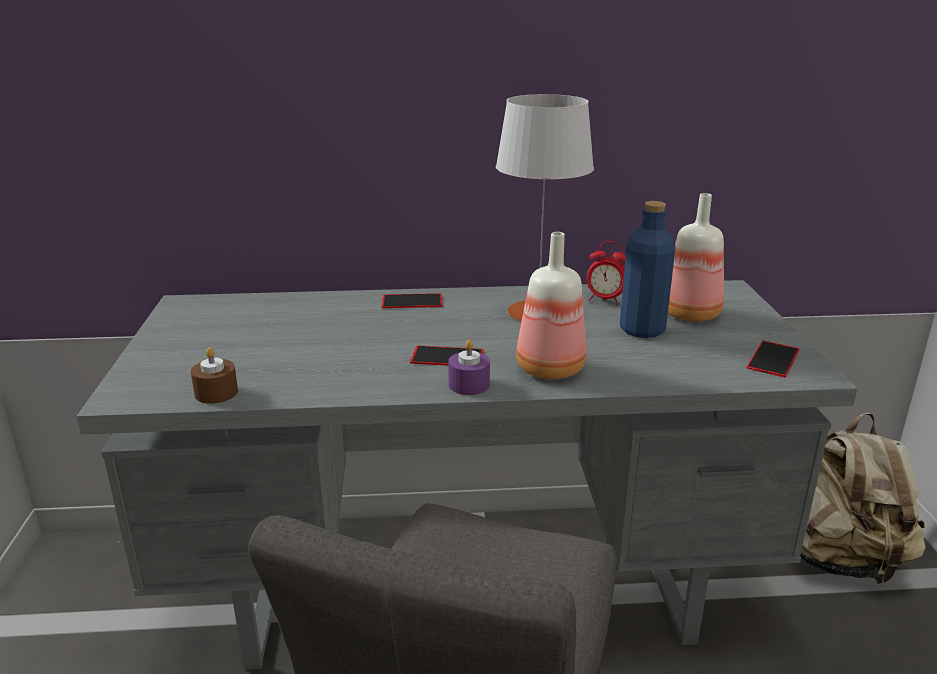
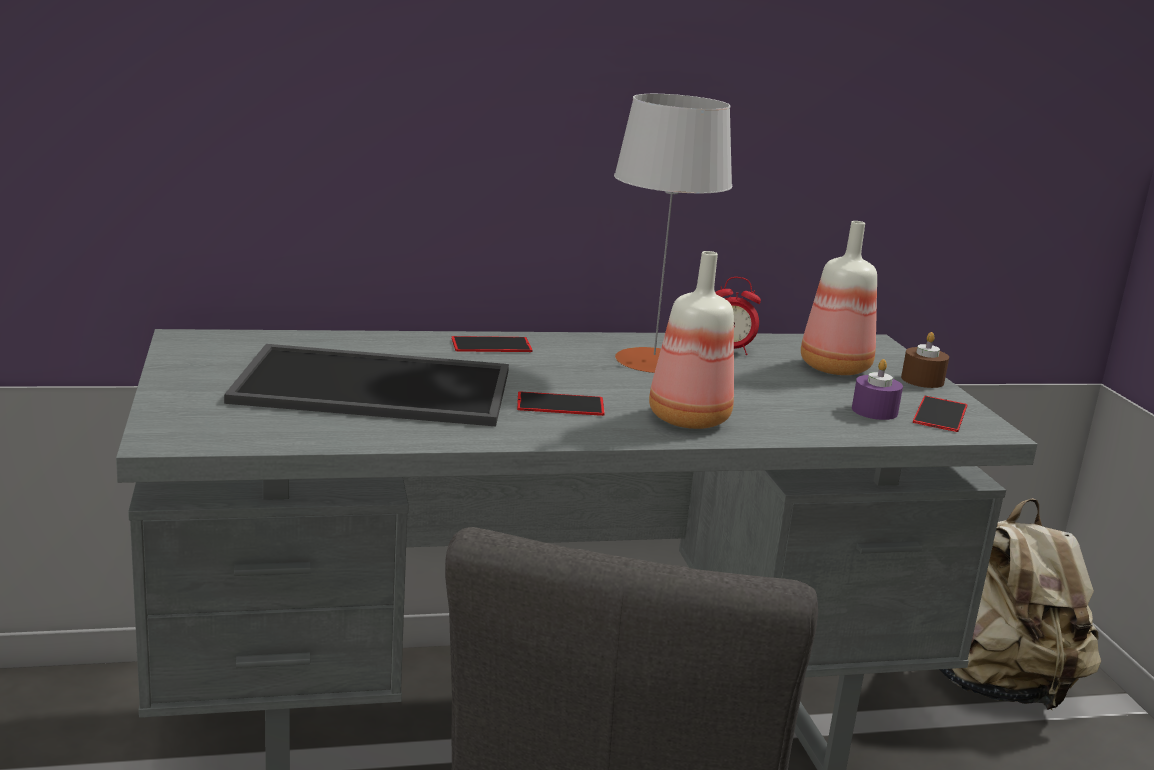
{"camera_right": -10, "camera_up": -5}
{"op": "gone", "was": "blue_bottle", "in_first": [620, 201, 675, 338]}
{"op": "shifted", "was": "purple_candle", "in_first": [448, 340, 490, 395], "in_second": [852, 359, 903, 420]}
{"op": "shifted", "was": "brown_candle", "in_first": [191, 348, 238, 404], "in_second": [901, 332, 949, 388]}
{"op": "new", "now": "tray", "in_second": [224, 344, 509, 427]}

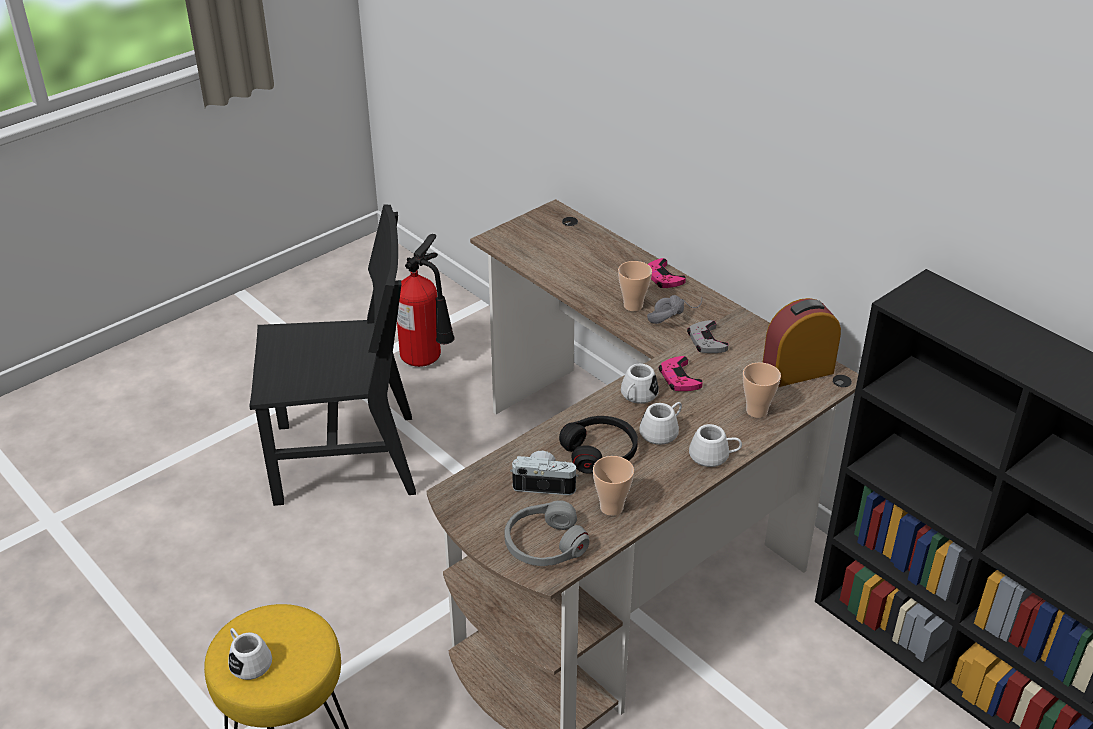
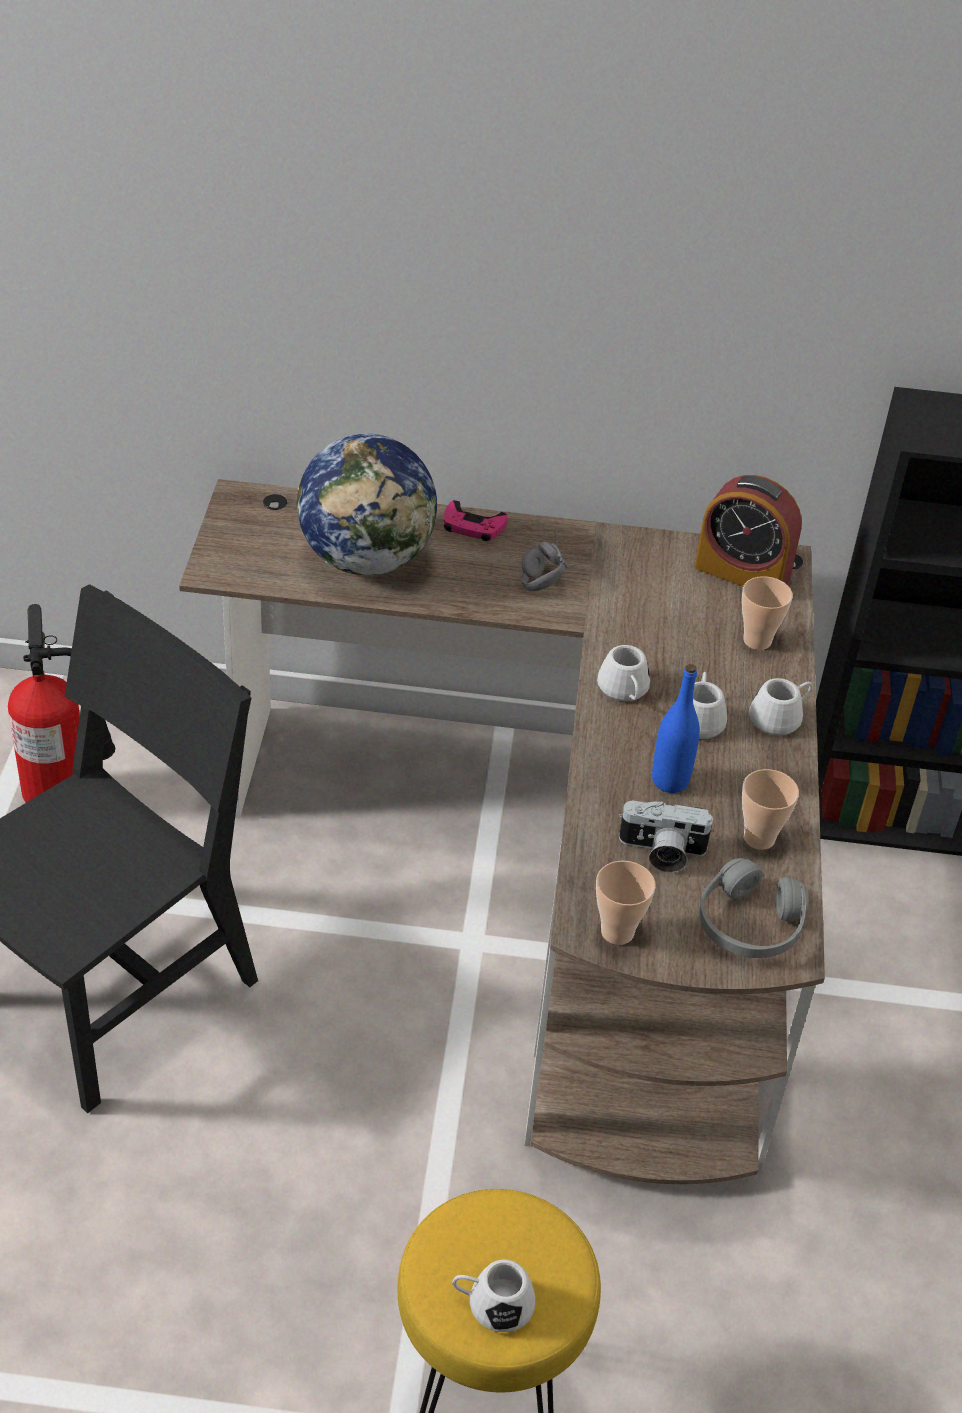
{"camera_right": -45, "camera_up": 5}
{"op": "shifted", "was": "cup", "in_first": [618, 261, 652, 311], "in_second": [596, 860, 656, 945]}
{"op": "rotated", "was": "alarm_clock", "in_first": [763, 298, 841, 387], "in_second": [695, 475, 802, 586], "clockwise": -90}
{"op": "gone", "was": "grey_game_controller", "in_first": [687, 320, 728, 353]}
{"op": "gone", "was": "pink_game_controller", "in_first": [659, 356, 703, 391]}
{"op": "swapped", "was": "black_headphones", "now": "blue_bottle", "in_first": [559, 416, 638, 474], "in_second": [652, 664, 700, 793]}
{"op": "rotated", "was": "photo_camera", "in_first": [510, 451, 579, 495], "in_second": [619, 800, 714, 872], "clockwise": -135}
{"op": "new", "now": "globe", "in_second": [297, 433, 437, 576]}

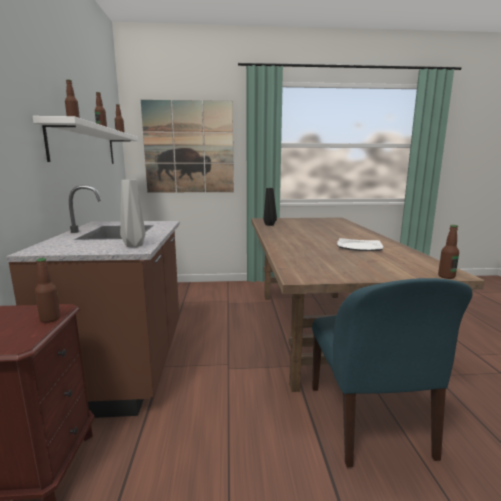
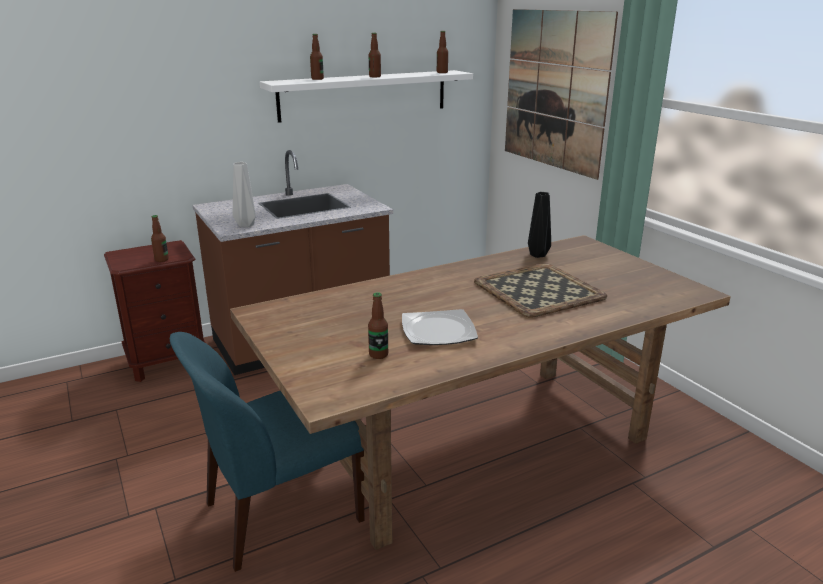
{"camera_right": 65, "camera_up": 10}
{"op": "shifted", "was": "bottle", "in_first": [438, 225, 459, 279], "in_second": [368, 292, 388, 359]}
{"op": "new", "now": "tray", "in_second": [474, 264, 607, 318]}

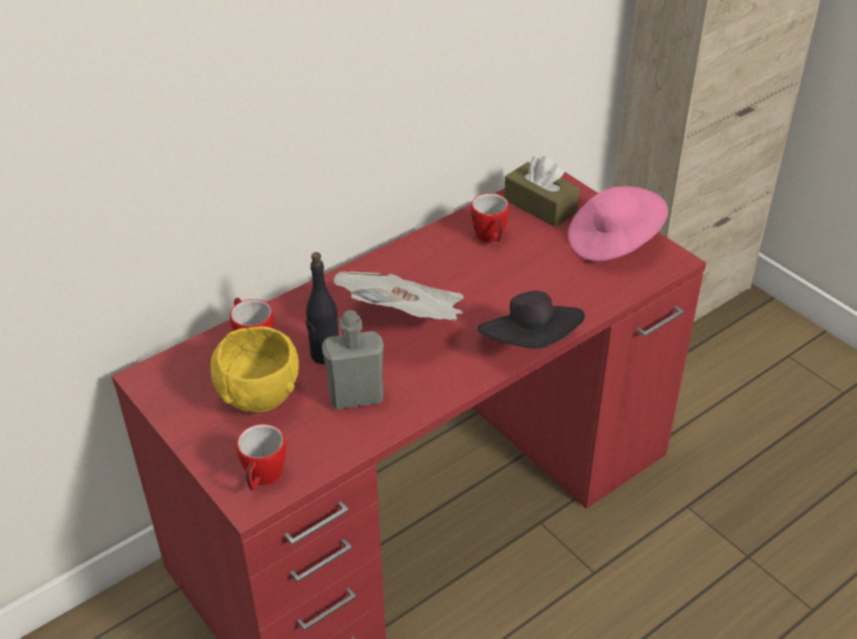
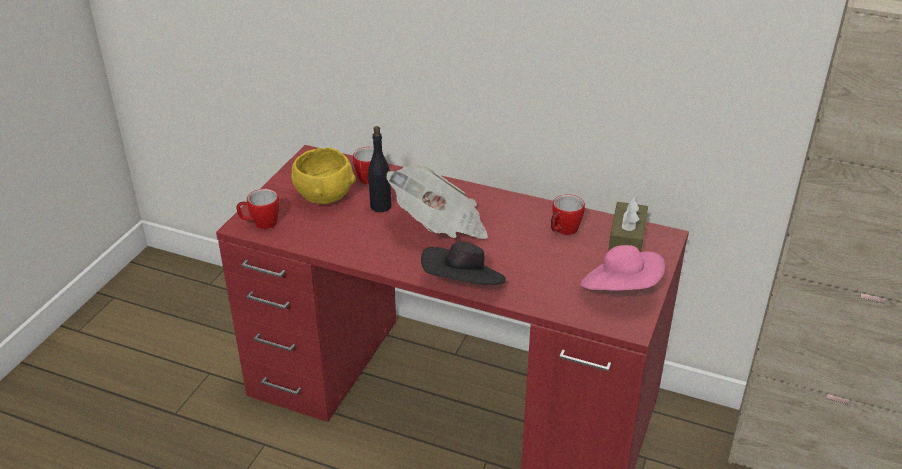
{"camera_right": 60, "camera_up": -5}
{"op": "gone", "was": "grey_bottle", "in_first": [322, 310, 384, 409]}

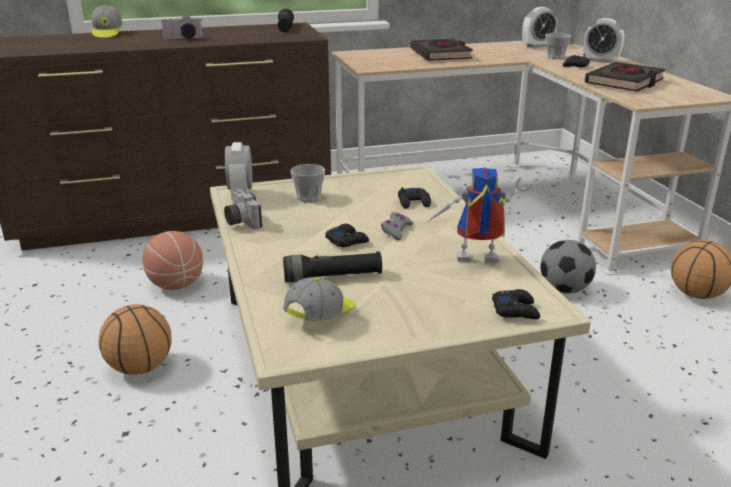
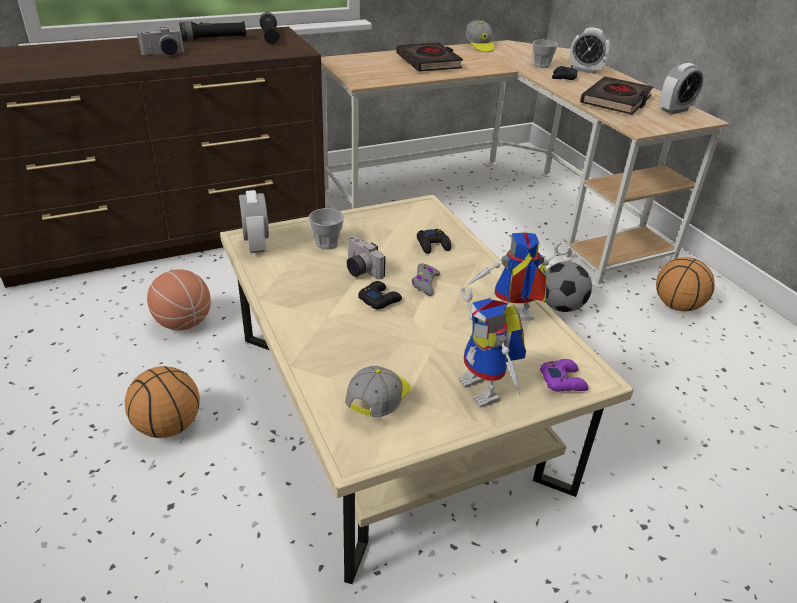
{"camera_right": -10, "camera_up": 10}
{"op": "shifted", "was": "cap", "in_first": [91, 5, 122, 38], "in_second": [465, 20, 495, 52]}
{"op": "shifted", "was": "alarm_clock", "in_first": [522, 7, 557, 48], "in_second": [659, 63, 703, 114]}
{"op": "shifted", "was": "photo_camera", "in_first": [224, 188, 262, 229], "in_second": [347, 235, 386, 279]}
{"op": "shifted", "was": "black_flashlight", "in_first": [283, 251, 382, 283], "in_second": [179, 21, 246, 41]}
{"op": "repainted", "was": "black_game_controller", "now": "purple_game_controller", "in_first": [492, 289, 540, 319], "in_second": [540, 359, 589, 391]}
{"op": "new", "now": "toy_robot", "in_second": [458, 286, 526, 408]}

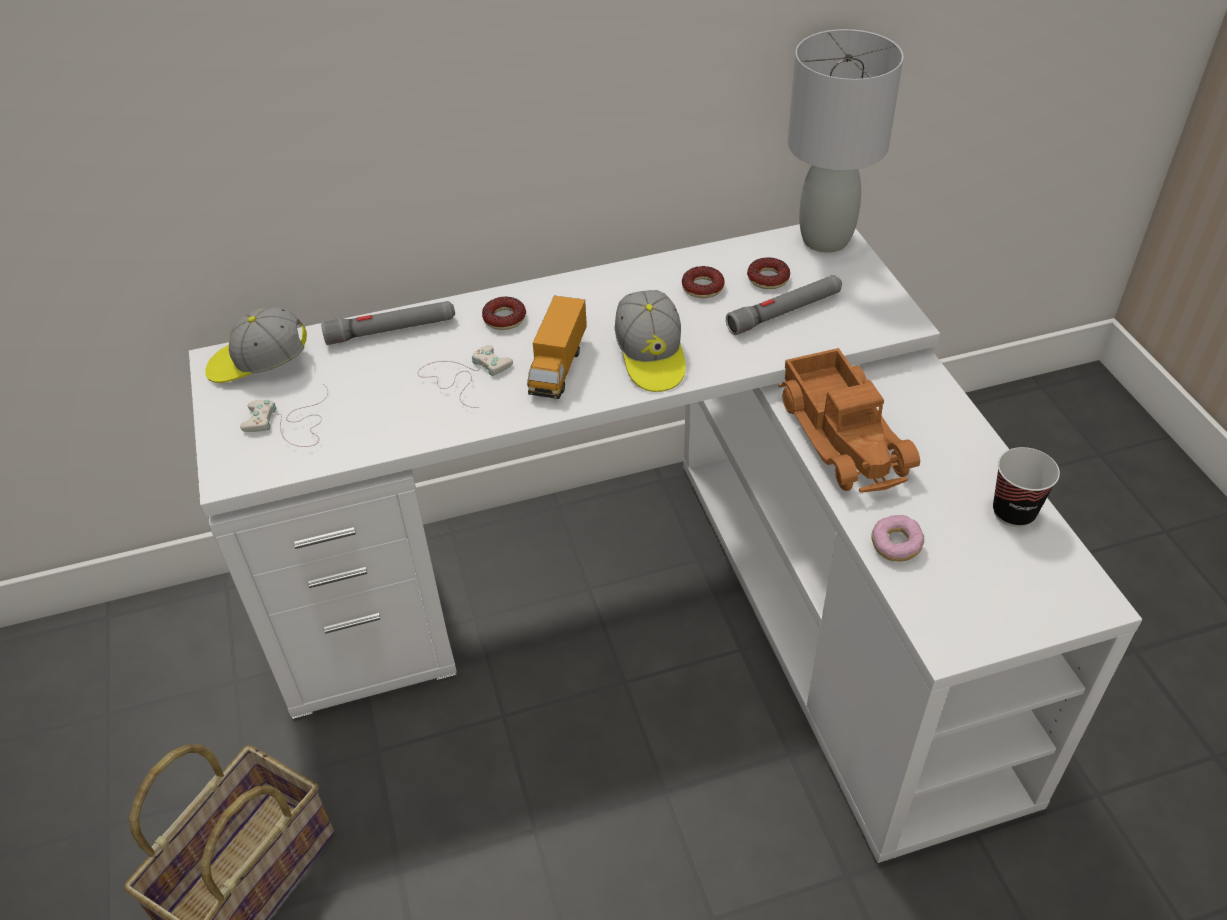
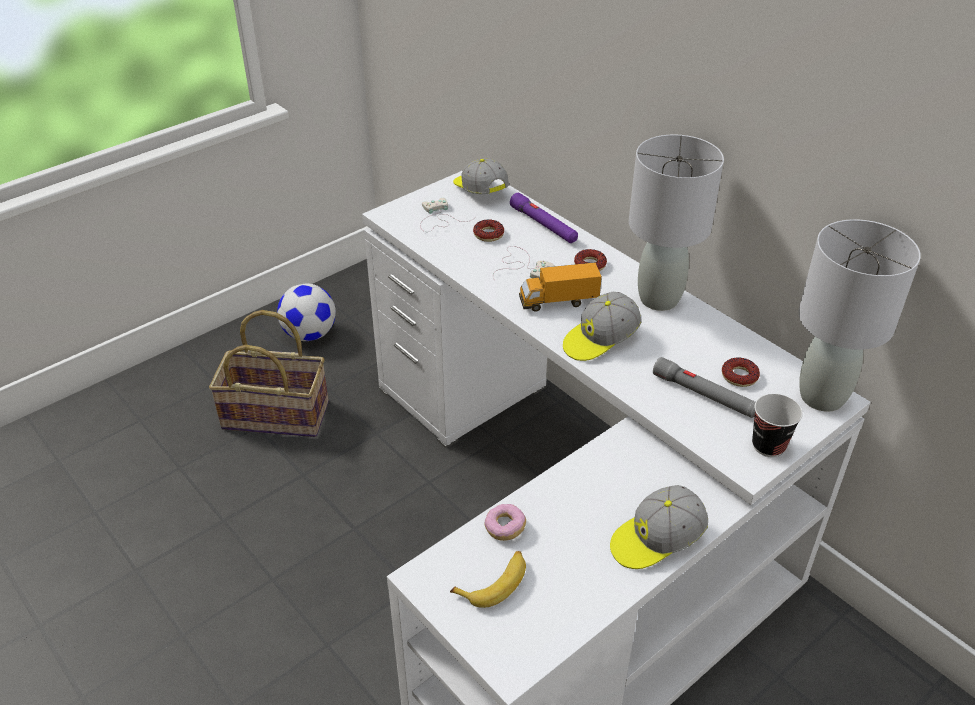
{"camera_right": 65, "camera_up": -5}
{"op": "shifted", "was": "donut", "in_first": [682, 266, 725, 298], "in_second": [473, 219, 504, 242]}
{"op": "repainted", "was": "grey_flashlight", "now": "purple_flashlight", "in_first": [321, 301, 455, 345], "in_second": [510, 193, 578, 243]}
{"op": "gone", "was": "toy_truck", "in_first": [778, 348, 920, 493]}
{"op": "shifted", "was": "cup", "in_first": [993, 447, 1060, 527], "in_second": [752, 394, 803, 457]}
{"op": "new", "now": "grey_table_lamp", "in_second": [629, 134, 724, 311]}
{"op": "new", "now": "football", "in_second": [277, 283, 336, 341]}
{"op": "new", "now": "cap", "in_second": [610, 485, 708, 569]}
{"op": "new", "now": "banana", "in_second": [450, 551, 526, 608]}

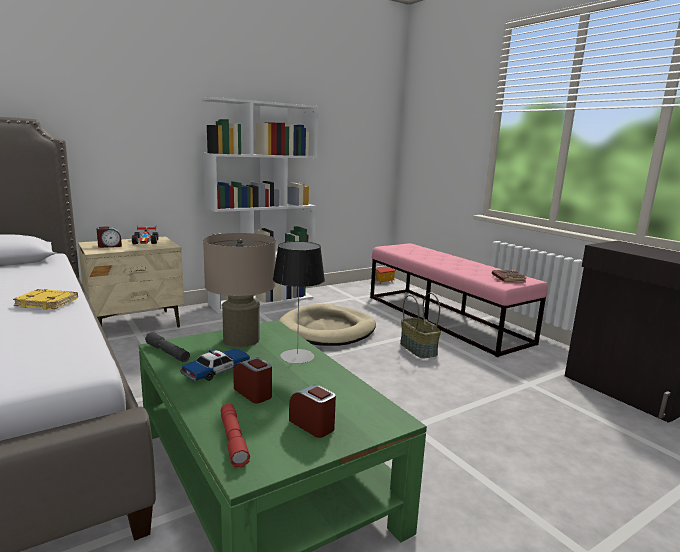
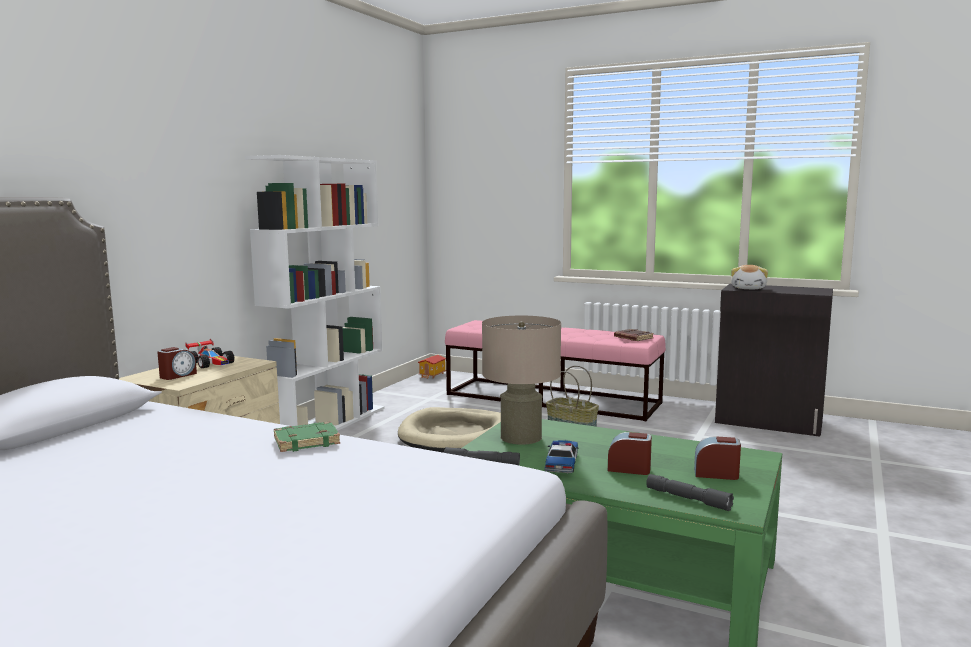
{"camera_right": -30, "camera_up": -5}
{"op": "gone", "was": "table_lamp", "in_first": [273, 241, 325, 364]}
{"op": "repainted", "was": "yellow_book", "now": "green_book", "in_first": [13, 289, 78, 310], "in_second": [274, 421, 340, 452]}
{"op": "repainted", "was": "red_flashlight", "now": "grey_flashlight", "in_first": [221, 404, 250, 468], "in_second": [646, 474, 734, 511]}
{"op": "new", "now": "plush_toy", "in_second": [731, 265, 768, 289]}

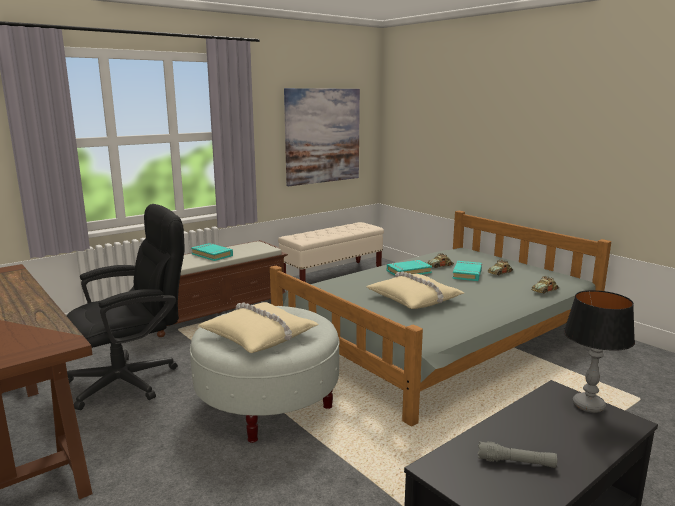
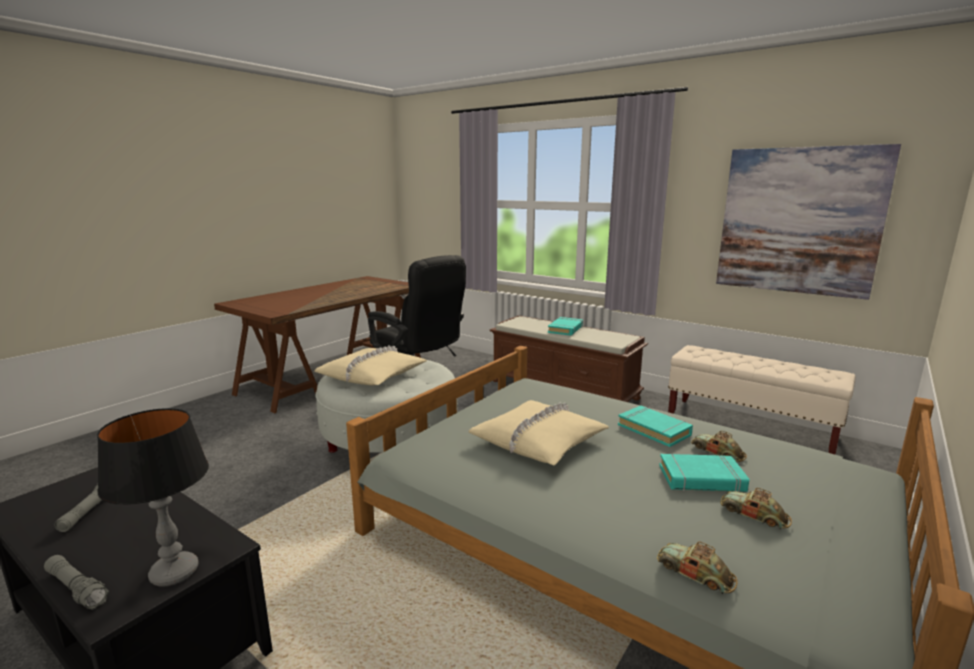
{"camera_right": 75, "camera_up": 0}
{"op": "new", "now": "grey_flashlight", "in_second": [44, 555, 109, 610]}

